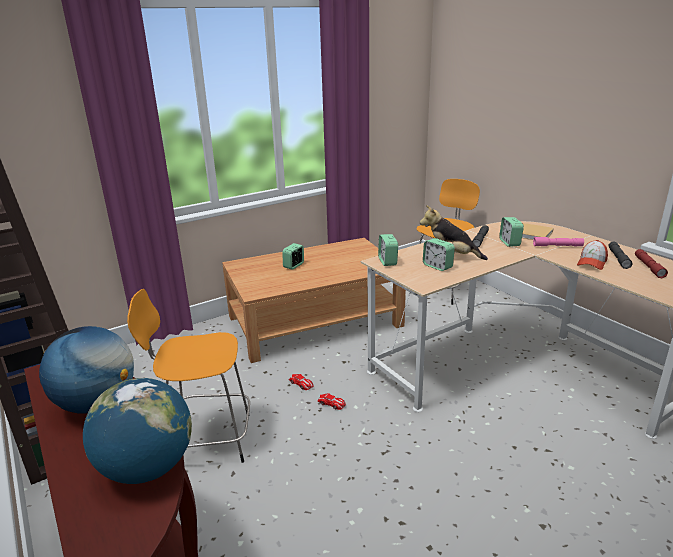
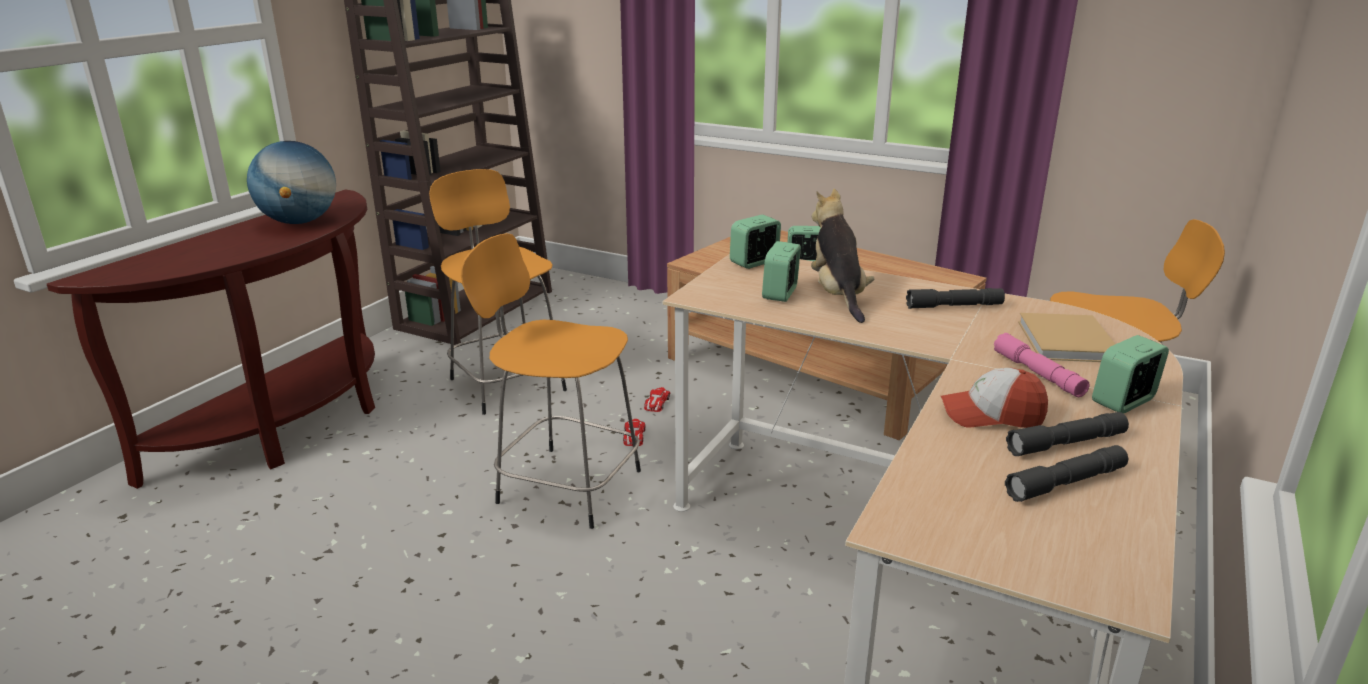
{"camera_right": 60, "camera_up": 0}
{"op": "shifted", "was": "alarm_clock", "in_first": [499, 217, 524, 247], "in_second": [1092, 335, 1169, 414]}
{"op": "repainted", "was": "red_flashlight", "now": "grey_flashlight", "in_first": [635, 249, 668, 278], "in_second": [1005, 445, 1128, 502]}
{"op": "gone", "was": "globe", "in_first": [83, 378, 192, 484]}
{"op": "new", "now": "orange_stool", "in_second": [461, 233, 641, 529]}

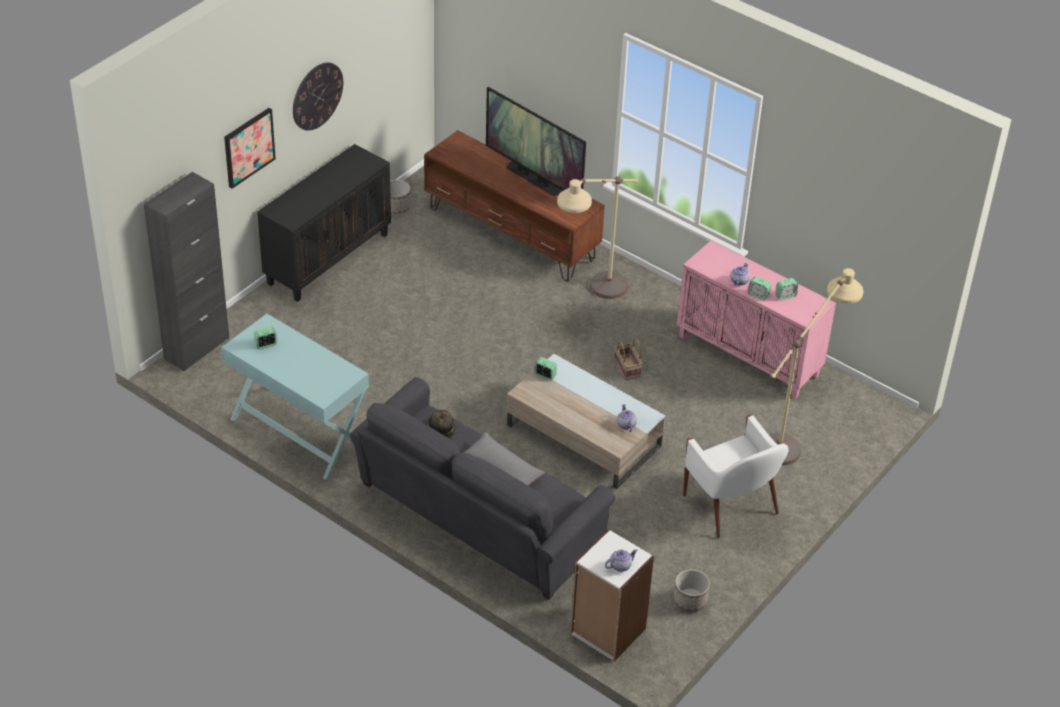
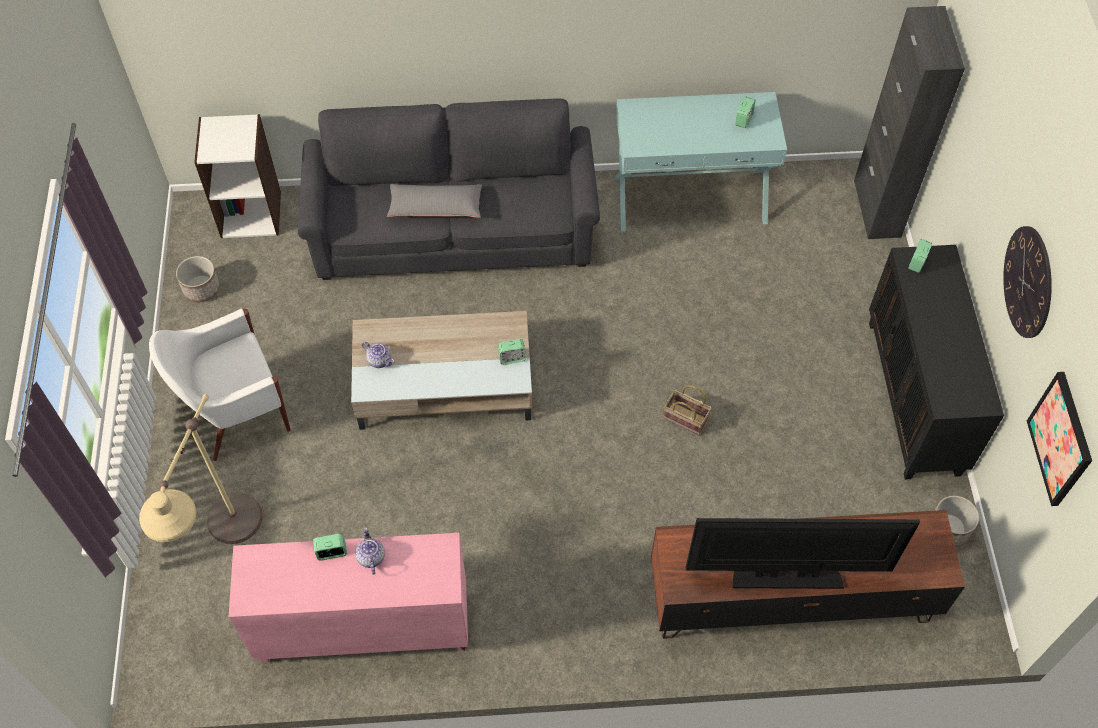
{"camera_right": 140, "camera_up": 15}
{"op": "shifted", "was": "picture", "in_first": [224, 108, 276, 188], "in_second": [1027, 372, 1092, 506]}
{"op": "gone", "was": "beige_floor_lamp", "in_first": [557, 176, 638, 299]}
{"op": "shifted", "was": "alarm_clock", "in_first": [775, 278, 798, 301], "in_second": [908, 239, 932, 273]}
{"op": "shifted", "was": "basket", "in_first": [614, 338, 642, 380], "in_second": [663, 385, 712, 435]}
{"op": "gone", "was": "hat", "in_first": [426, 409, 456, 438]}
{"op": "rotated", "was": "white_armchair", "in_first": [683, 415, 789, 539], "in_second": [149, 308, 291, 461], "clockwise": -45}
{"op": "gone", "was": "teapot", "in_first": [605, 549, 638, 572]}

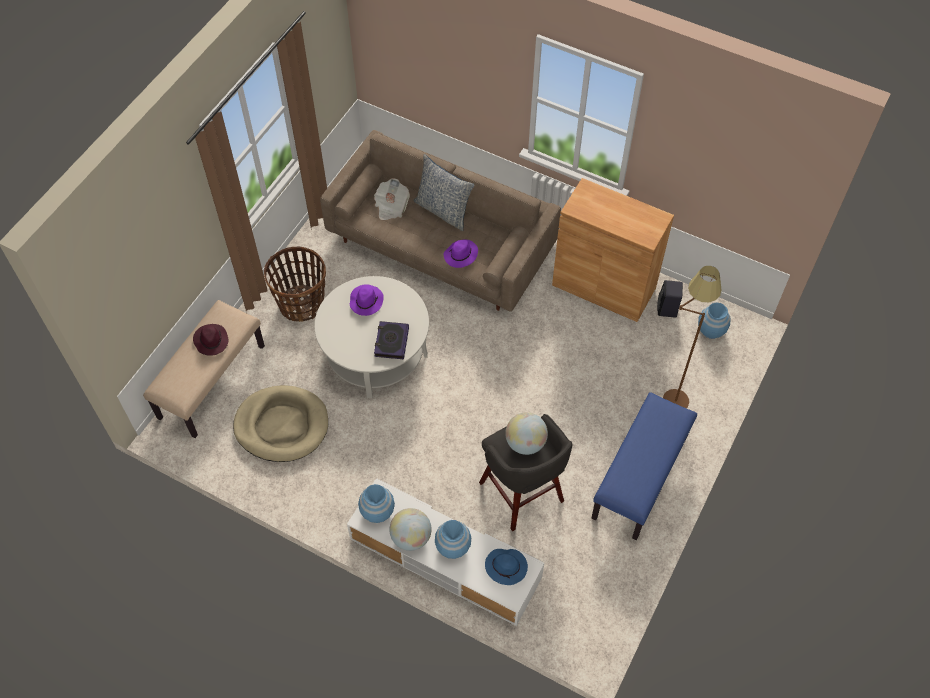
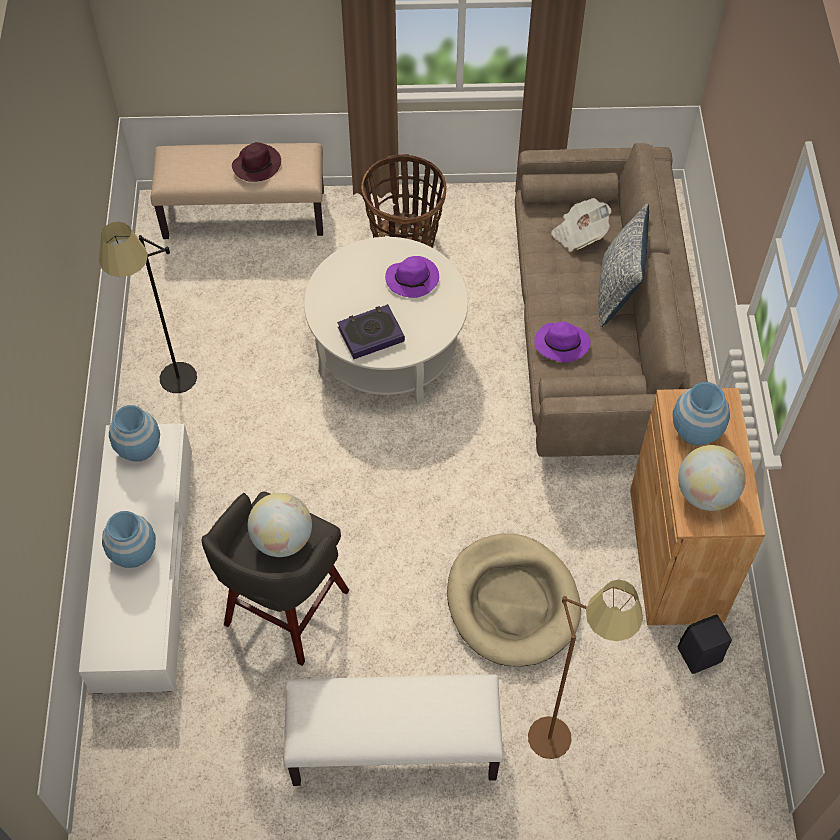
{"camera_right": 60, "camera_up": 0}
{"op": "shifted", "was": "blue_vase", "in_first": [698, 303, 730, 339], "in_second": [673, 382, 730, 445]}
{"op": "shifted", "was": "beige_dog_bed", "in_first": [233, 385, 328, 462], "in_second": [447, 533, 581, 666]}
{"op": "repainted", "was": "blue_bench", "now": "white_bench", "in_first": [591, 392, 697, 540], "in_second": [284, 674, 503, 786]}
{"op": "shifted", "was": "globe", "in_first": [389, 508, 431, 551], "in_second": [678, 445, 746, 511]}
{"op": "gone", "was": "blue_hat", "in_first": [485, 549, 528, 585]}
{"op": "new", "now": "black_floor_lamp", "in_second": [99, 222, 197, 393]}

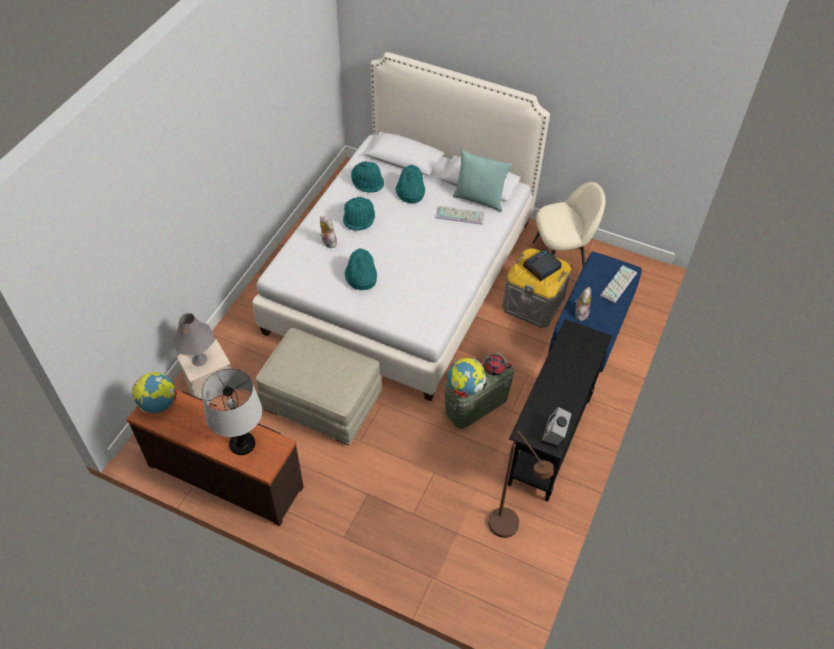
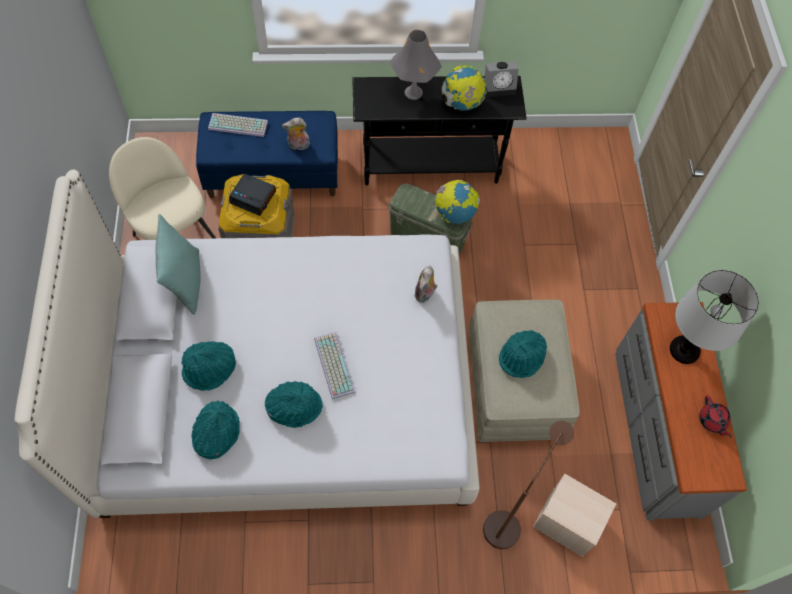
{"camera_right": -120, "camera_up": 10}
{"op": "shifted", "was": "keyboard", "in_first": [436, 206, 484, 225], "in_second": [314, 332, 356, 399]}
{"op": "shifted", "was": "plush_toy", "in_first": [320, 216, 337, 248], "in_second": [414, 266, 437, 303]}
{"op": "shifted", "was": "turquoise_hat", "in_first": [345, 248, 377, 290], "in_second": [499, 330, 547, 378]}
{"op": "shifted", "was": "grey_table_lamp", "in_first": [171, 313, 215, 366], "in_second": [390, 30, 442, 100]}
{"op": "shifted", "was": "red_teapot", "in_first": [477, 354, 512, 376], "in_second": [699, 395, 732, 438]}
{"op": "shifted", "was": "globe", "in_first": [132, 372, 177, 413], "in_second": [442, 65, 487, 111]}
{"op": "repainted", "was": "brown_dresser", "now": "grey_dresser", "in_first": [127, 390, 304, 526], "in_second": [615, 302, 747, 520]}
{"op": "shifted", "was": "brown_floor_lamp", "in_first": [488, 430, 554, 538], "in_second": [483, 421, 574, 549]}

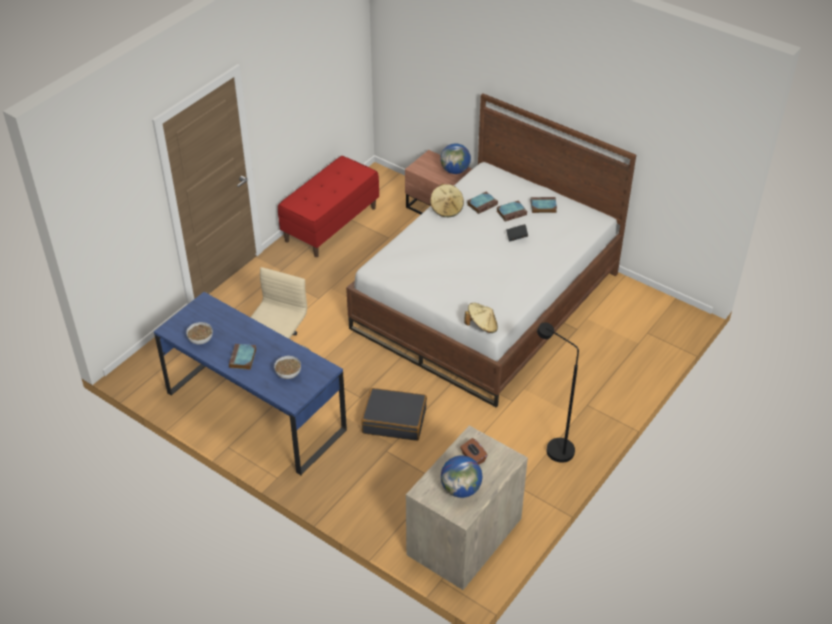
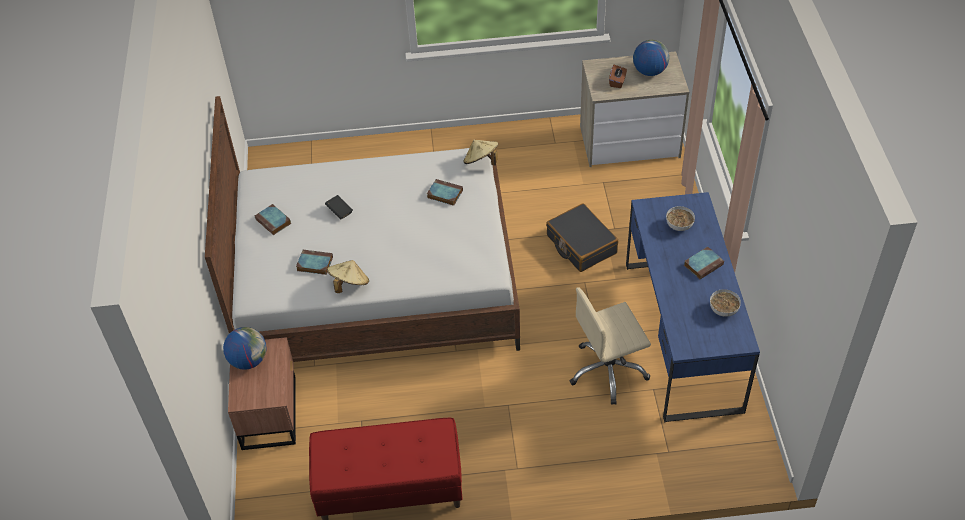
{"camera_right": -130, "camera_up": 5}
{"op": "shifted", "was": "book", "in_first": [497, 201, 527, 221], "in_second": [427, 179, 463, 206]}
{"op": "gone", "was": "black_floor_lamp", "in_first": [537, 322, 579, 463]}

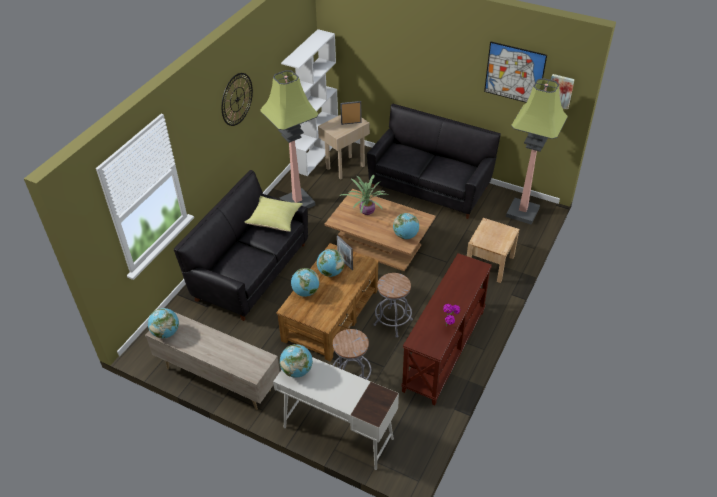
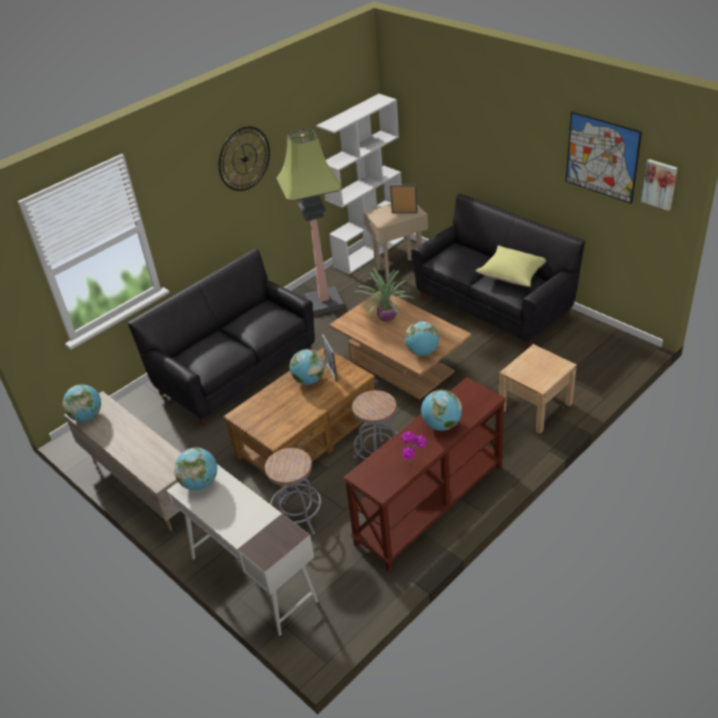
{"camera_right": 20, "camera_up": -5}
{"op": "gone", "was": "floor_lamp", "in_first": [506, 78, 568, 225]}
{"op": "shifted", "was": "yellow_pillow", "in_first": [244, 196, 303, 232], "in_second": [475, 246, 546, 287]}
{"op": "shifted", "was": "globe", "in_first": [291, 268, 319, 297], "in_second": [421, 390, 462, 431]}

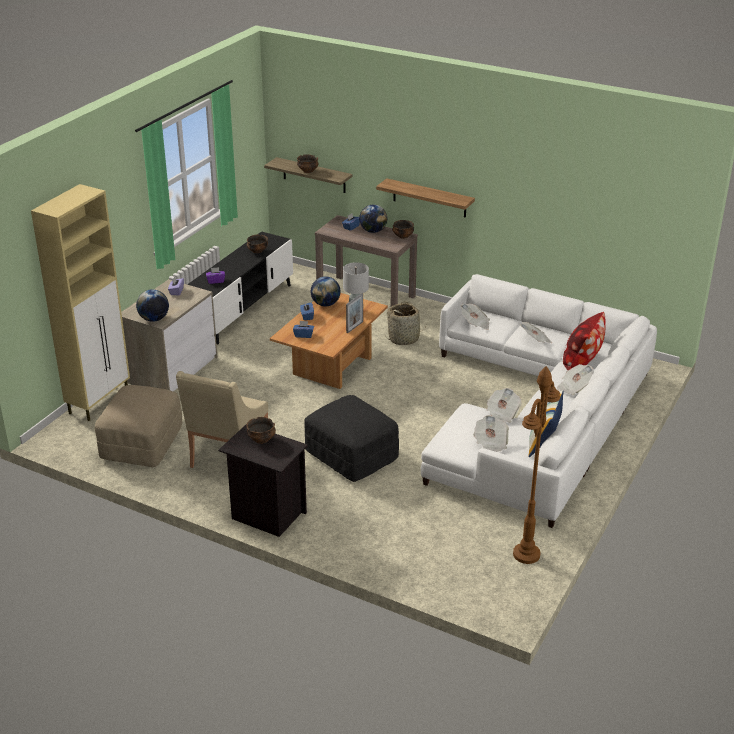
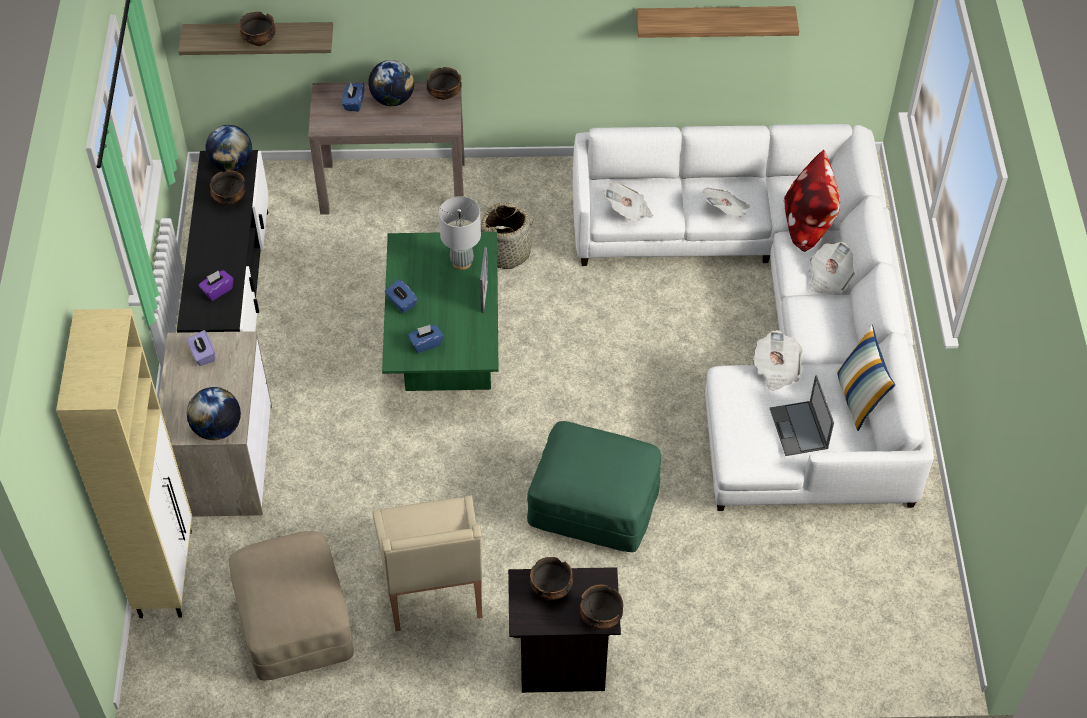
{"camera_right": -30, "camera_up": 20}
{"op": "shifted", "was": "shelf", "in_first": [376, 178, 475, 218], "in_second": [636, 6, 799, 38]}
{"op": "shifted", "was": "globe", "in_first": [311, 276, 341, 307], "in_second": [205, 125, 252, 171]}
{"op": "repainted", "was": "brown_coffee_table", "now": "green_coffee_table", "in_first": [270, 293, 388, 389], "in_second": [382, 232, 498, 391]}
{"op": "gone", "was": "brown_floor_lamp", "in_first": [513, 366, 560, 564]}
{"op": "repainted", "was": "black_ottoman", "now": "green_ottoman", "in_first": [304, 395, 399, 482], "in_second": [527, 421, 661, 552]}
{"op": "swapped", "was": "newspaper", "now": "laptop", "in_first": [473, 415, 509, 452], "in_second": [770, 375, 834, 456]}
{"op": "new", "now": "bowl", "in_second": [580, 585, 623, 629]}

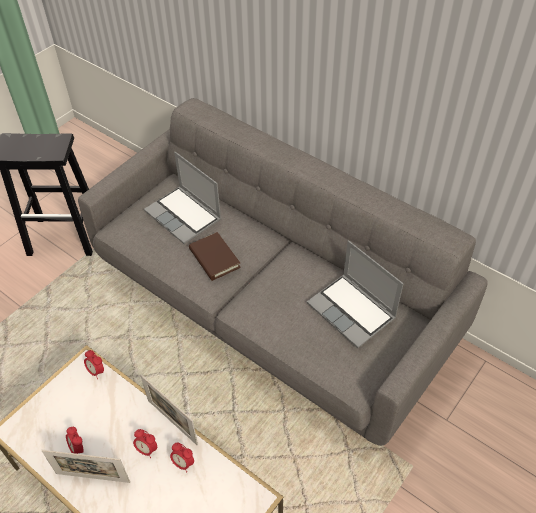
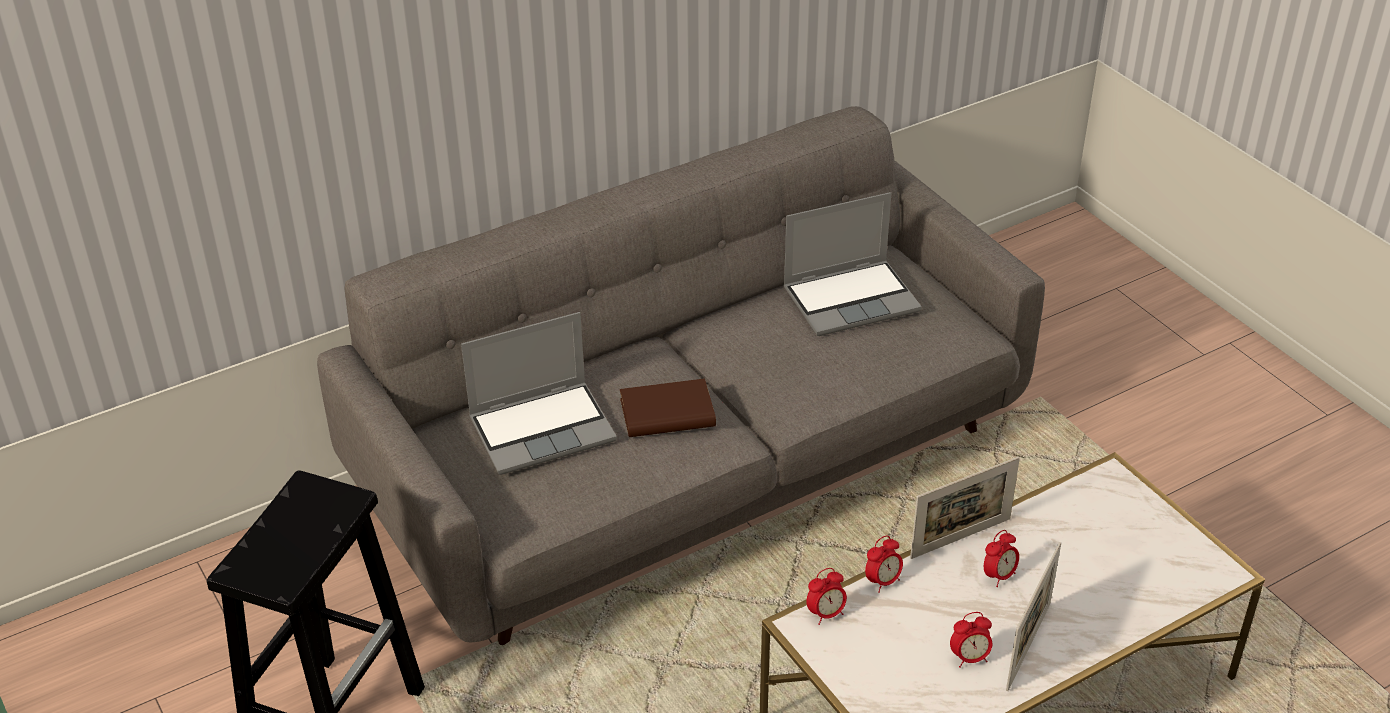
{"camera_right": -70, "camera_up": -10}
{"op": "shifted", "was": "alarm_clock", "in_first": [170, 442, 194, 472], "in_second": [865, 535, 903, 593]}

